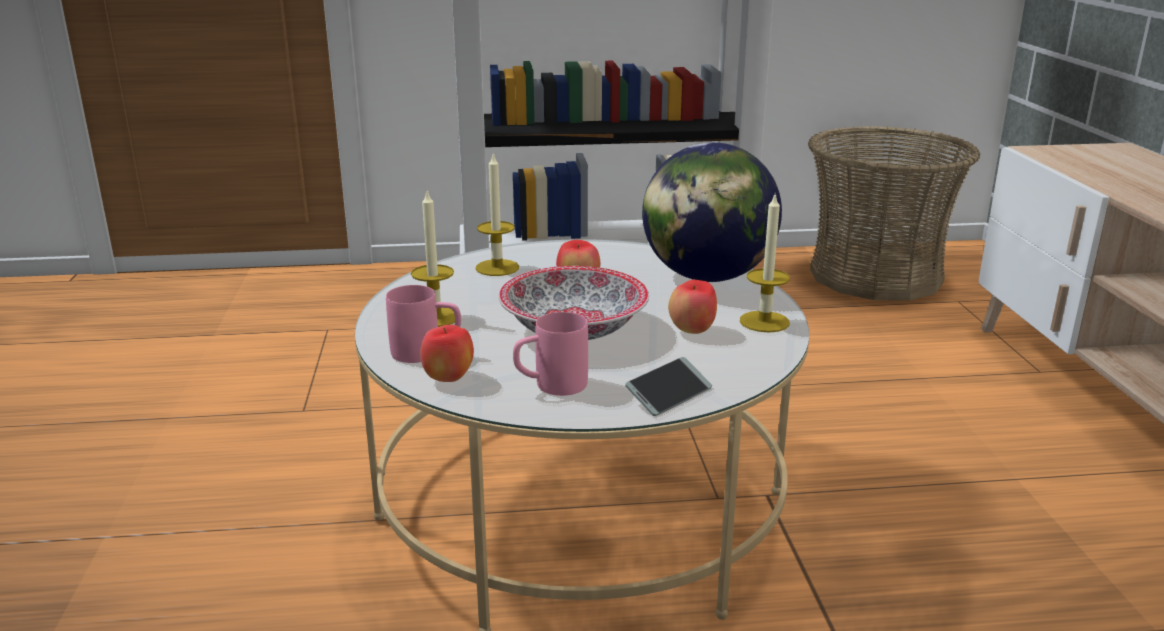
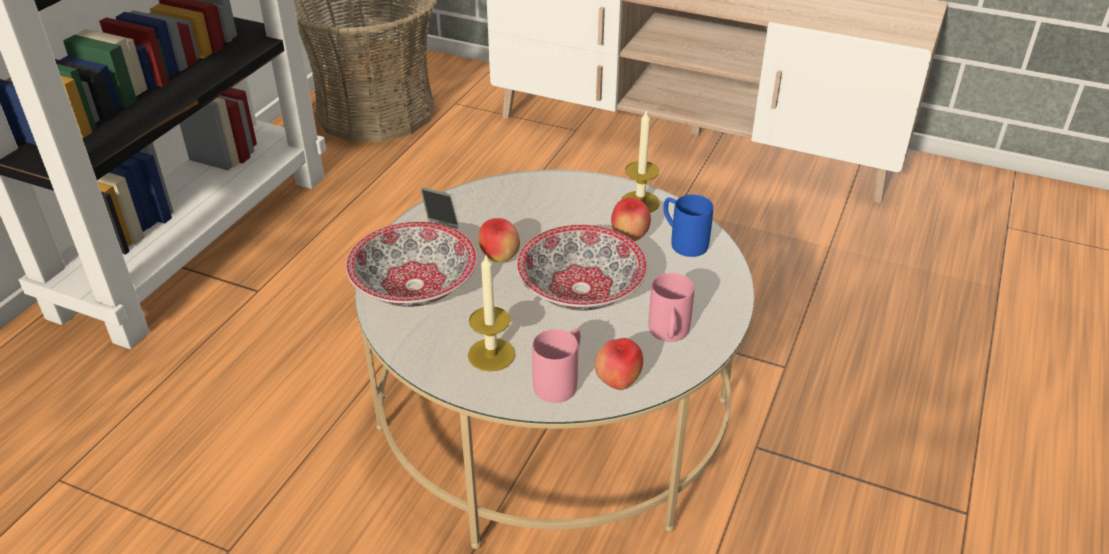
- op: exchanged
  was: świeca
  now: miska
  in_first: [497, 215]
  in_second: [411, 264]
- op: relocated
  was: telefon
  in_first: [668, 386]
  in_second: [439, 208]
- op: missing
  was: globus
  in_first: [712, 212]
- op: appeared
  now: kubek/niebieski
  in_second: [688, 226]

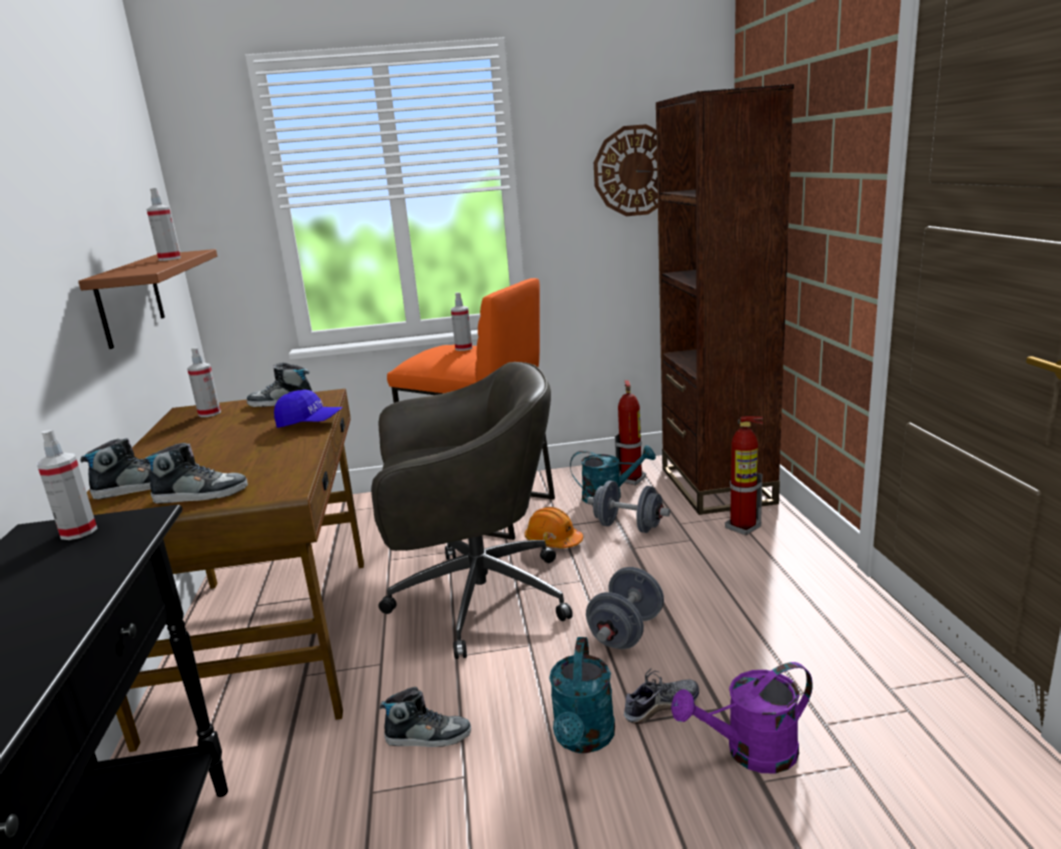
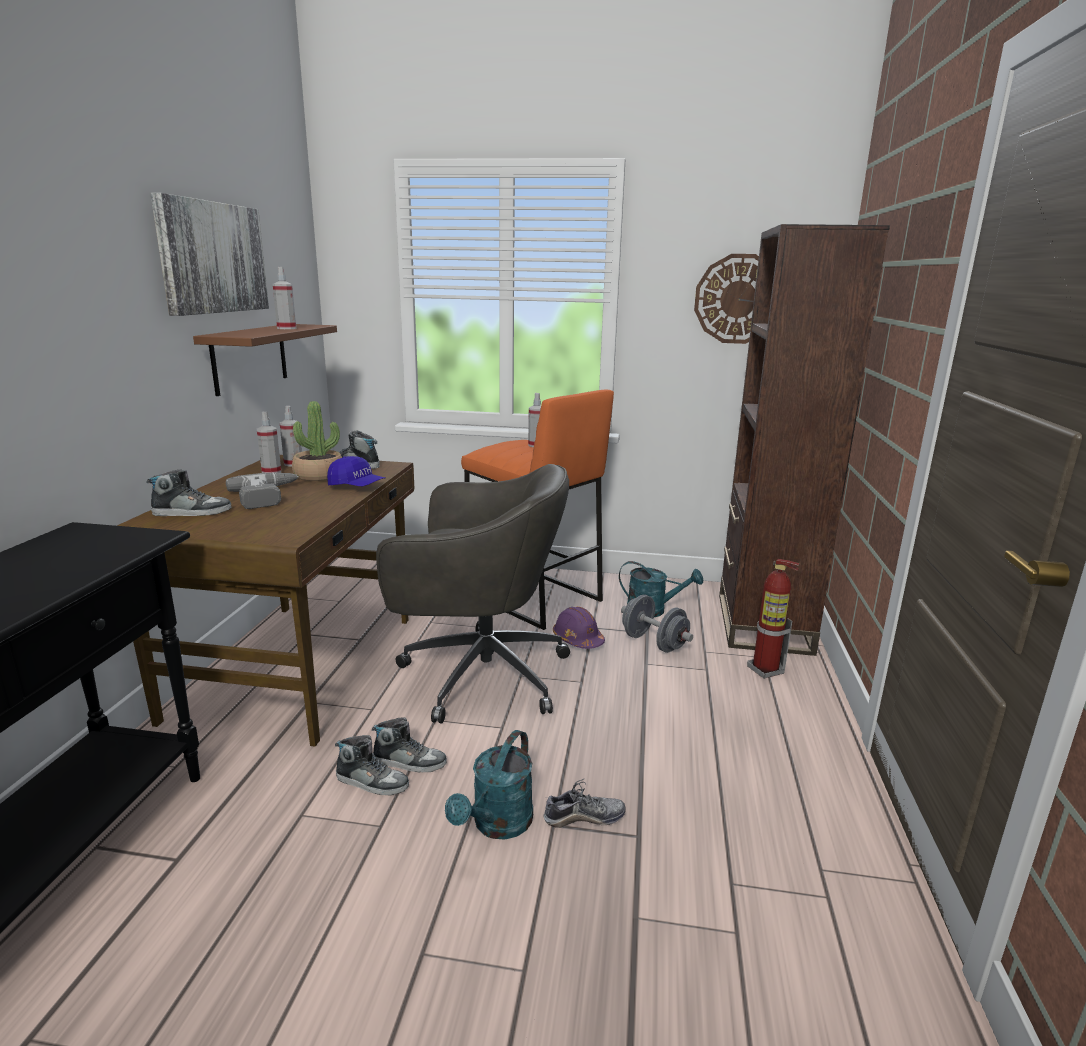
- op: relocated
  was: spryskiwacz
  in_first: [67, 485]
  in_second: [269, 442]
- op: relocated
  was: but
  in_first: [195, 473]
  in_second: [409, 744]
- op: colour
  was: kask/pomarańczowy
  now: kask/fioletowy
  in_first: [554, 527]
  in_second: [579, 628]
- op: missing
  was: hantel/szary
  in_first: [625, 608]
- op: missing
  was: gaśnica
  in_first: [630, 433]
- op: missing
  was: konewka/fioletowy
  in_first: [742, 717]
- op: appeared
  now: obraz
  in_second: [209, 254]
- op: appeared
  now: wiertarka
  in_second: [262, 491]
- op: appeared
  now: roślina doniczkowa
  in_second: [317, 441]

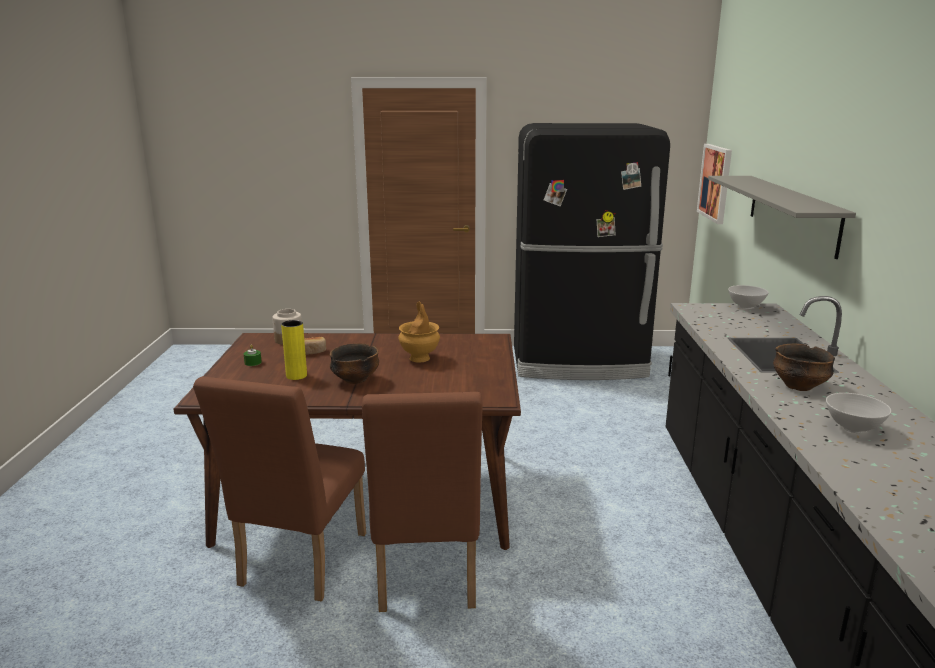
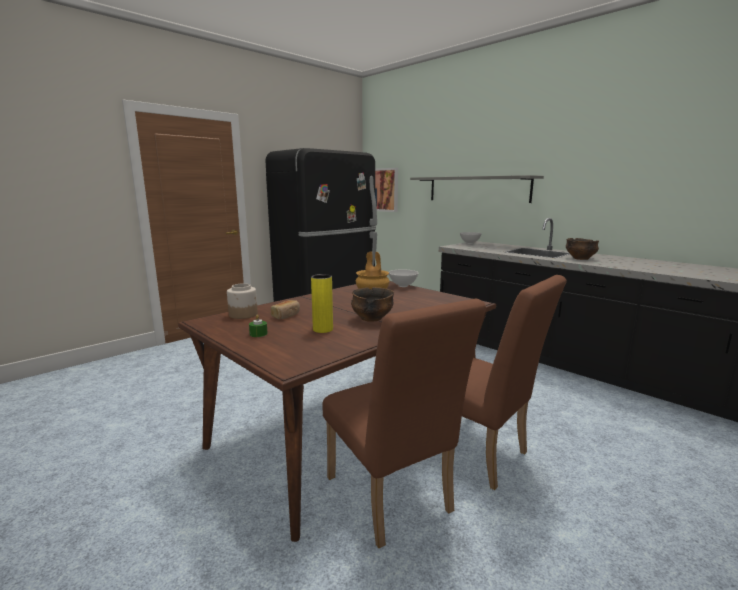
- op: relocated
  was: miska/biały
  in_first: [858, 413]
  in_second: [404, 278]

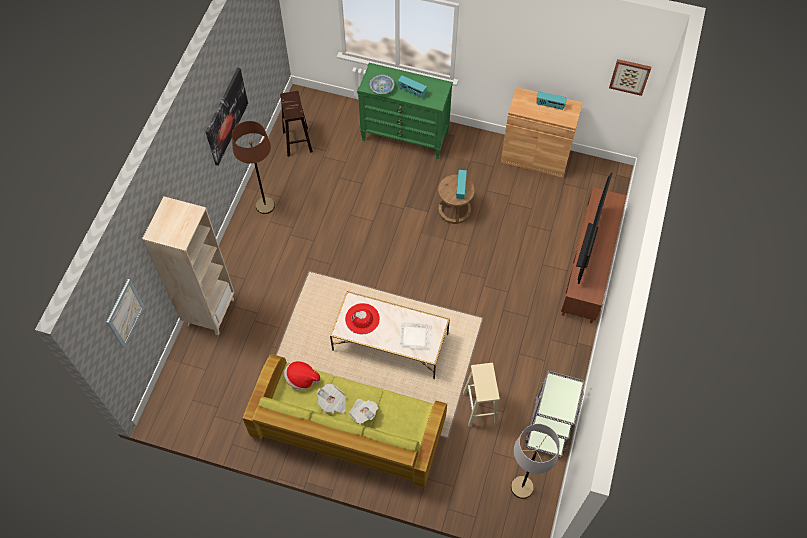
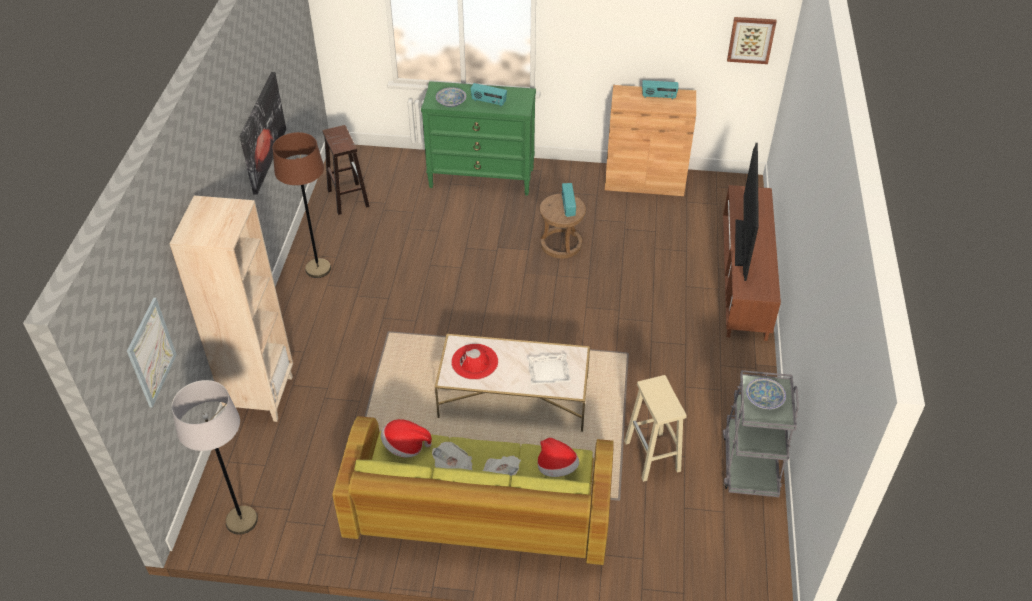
- op: relocated
  was: lampa stojąca/szary
  in_first: [535, 461]
  in_second: [215, 457]
- op: appeared
  now: kapelusz
  in_second: [558, 457]
- op: appeared
  now: miska
  in_second: [766, 393]

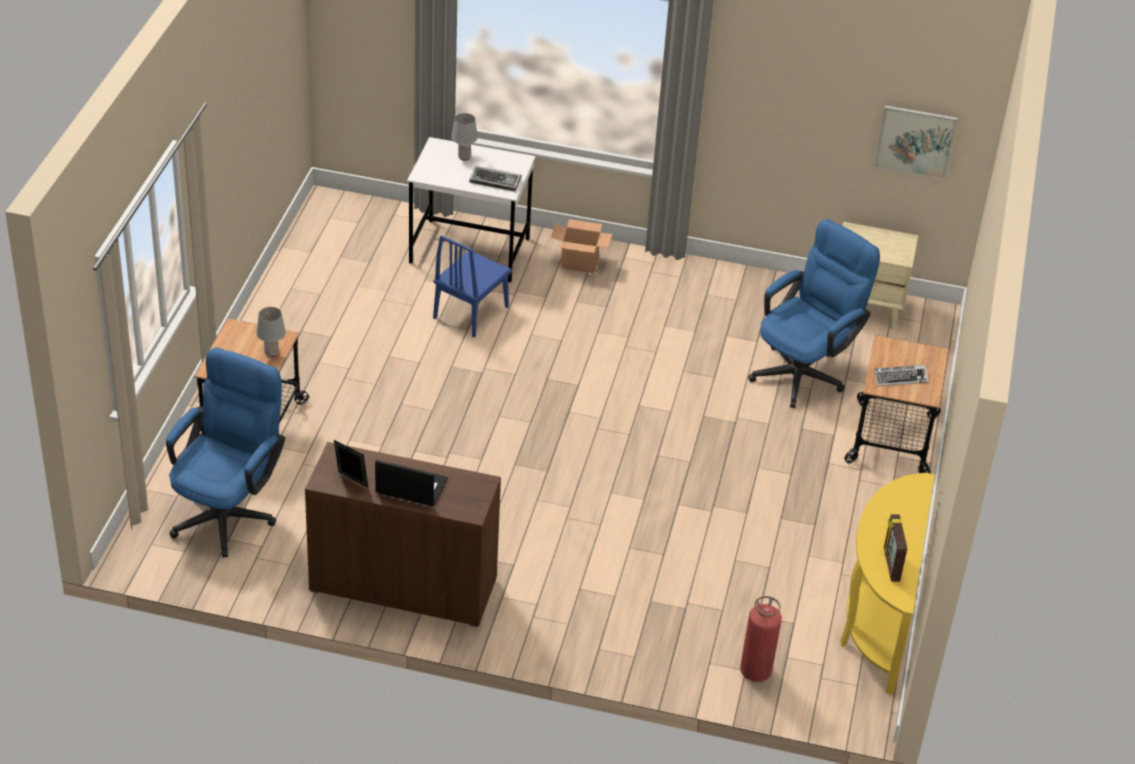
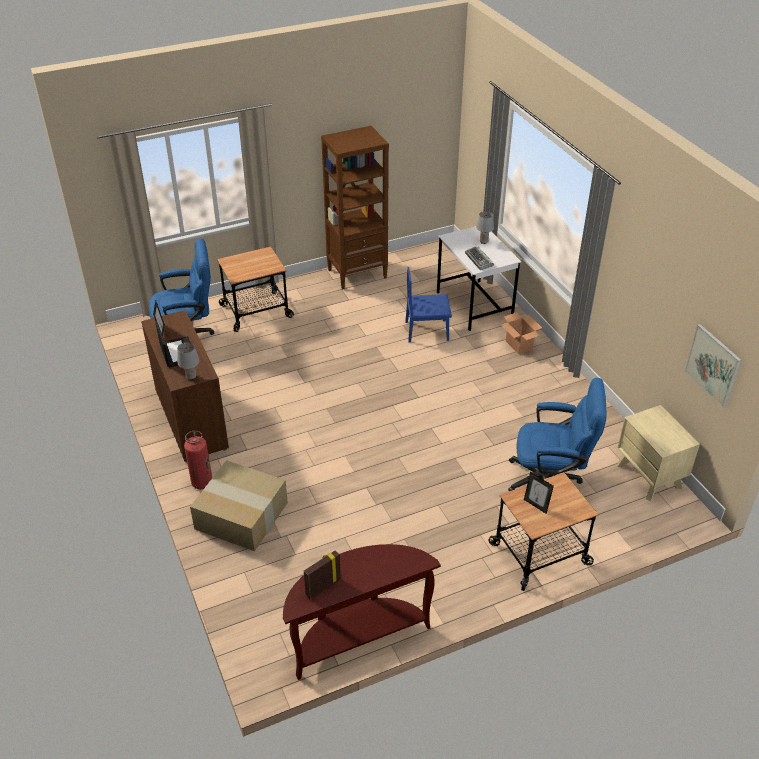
- op: relocated
  was: lampa stołowa/szary
  in_first: [271, 332]
  in_second: [188, 361]
- op: relocated
  was: gaśnica
  in_first: [761, 639]
  in_second: [198, 460]
- op: colour
  was: stolik konsolowy/żółty
  now: stolik konsolowy/brązowy
  in_first: [887, 584]
  in_second: [362, 612]
- op: exchanged
  was: klawiatura
  now: ramka na zdjęcie
  in_first: [901, 375]
  in_second: [539, 493]
- op: appeared
  now: karton
  in_second: [239, 505]
- op: appeared
  now: regał/brązowy
  in_second: [355, 208]

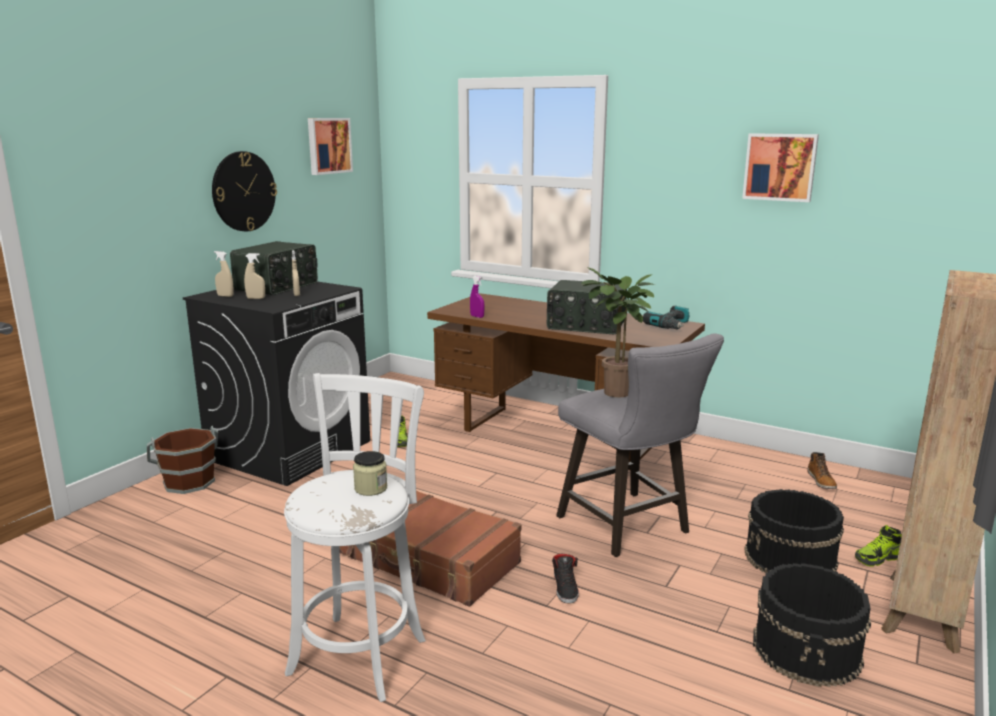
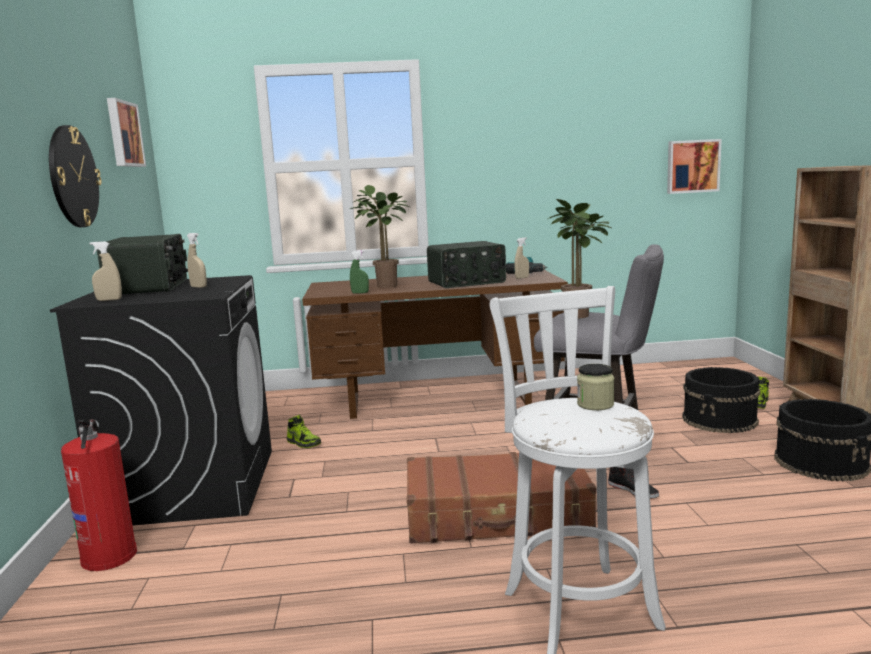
- op: exchanged
  was: wiadro/brązowy
  now: gaśnica
  in_first: [182, 460]
  in_second: [99, 495]
- op: relocated
  was: spryskiwacz/beżowy
  in_first: [254, 276]
  in_second: [521, 258]
- op: colour
  was: spryskiwacz/fioletowy
  now: spryskiwacz/zielony
  in_first: [477, 297]
  in_second: [359, 272]
- op: relocated
  was: obraz
  in_first: [780, 167]
  in_second: [694, 166]
- op: missing
  was: but z cholewką
  in_first: [822, 470]
- op: appeared
  now: roślina doniczkowa
  in_second: [380, 236]

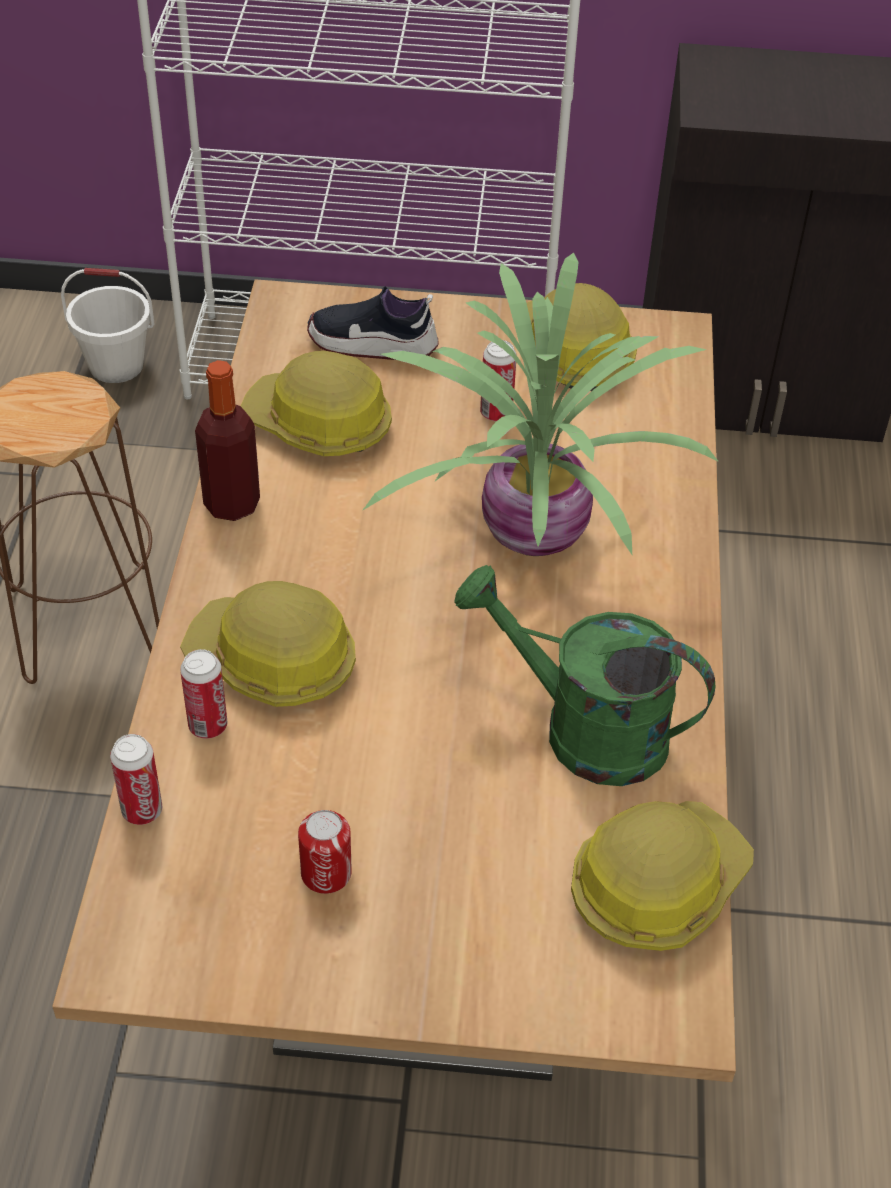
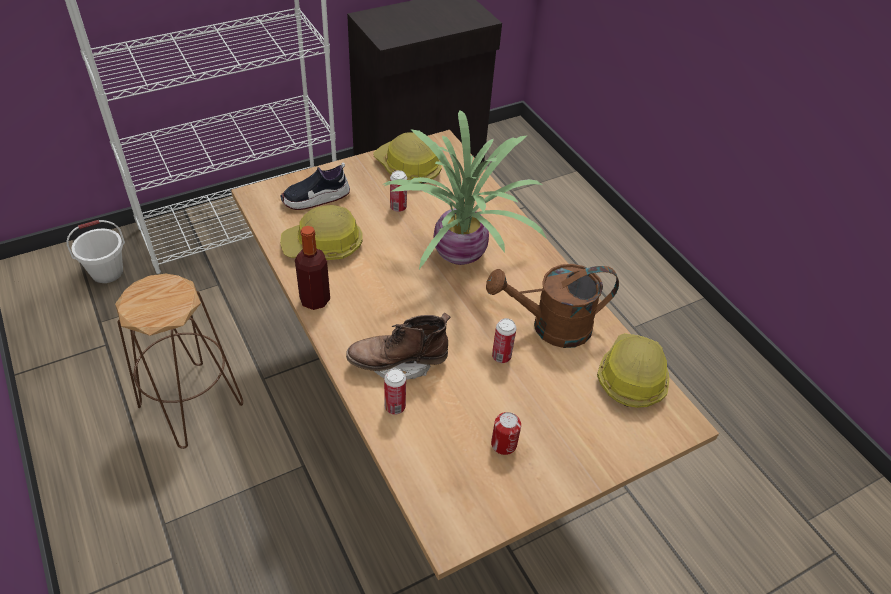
- op: relocated
  was: puszka
  in_first: [136, 779]
  in_second: [504, 340]
- op: exchanged
  was: kask
  now: but z cholewką/brązowy
  in_first: [268, 644]
  in_second: [398, 346]
- op: colour
  was: konewka/zielony
  now: konewka/brązowy
  in_first: [584, 675]
  in_second: [552, 306]

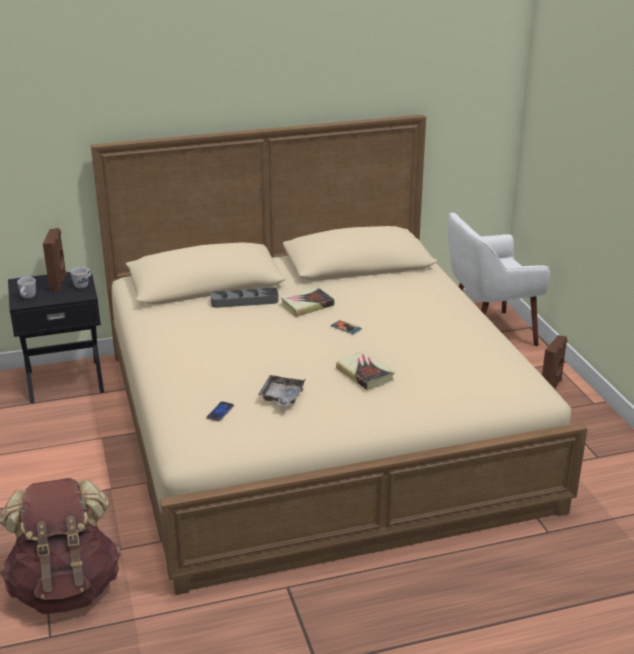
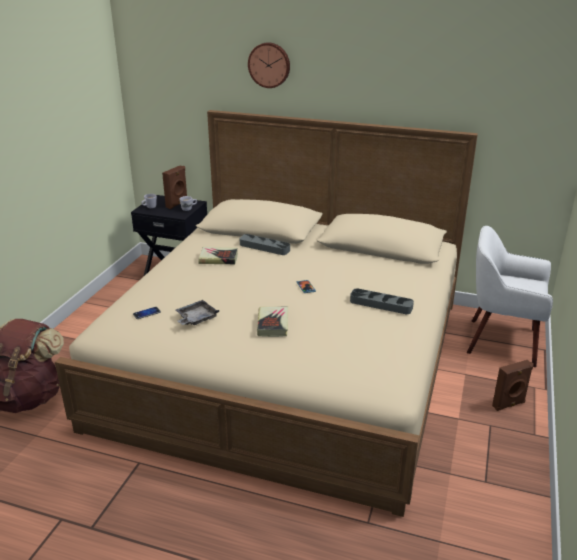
- op: relocated
  was: książka
  in_first: [307, 302]
  in_second: [218, 255]
- op: appeared
  now: zegar ścienny
  in_second: [269, 65]
- op: appeared
  now: taca/szary
  in_second: [382, 301]

